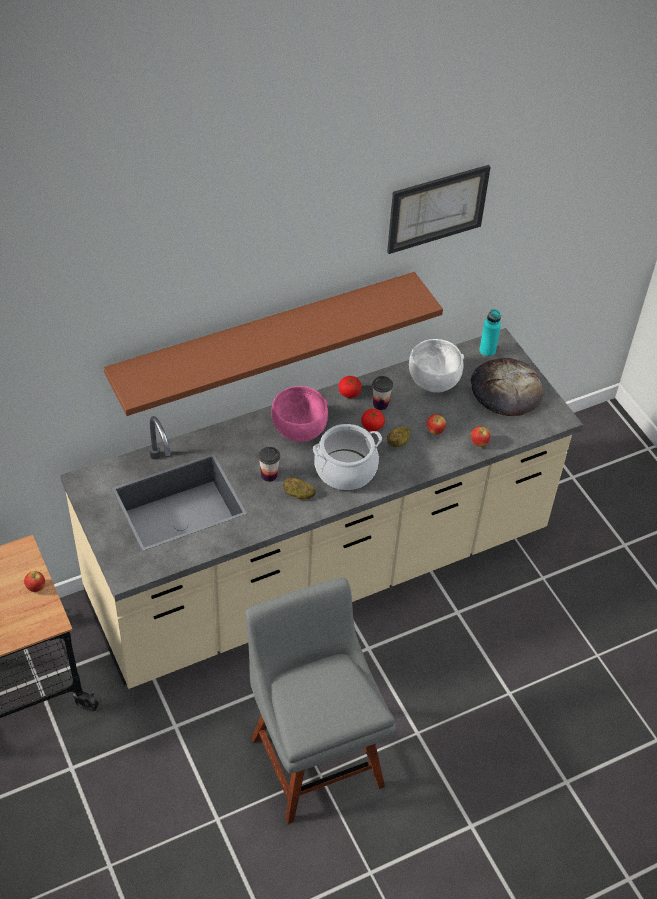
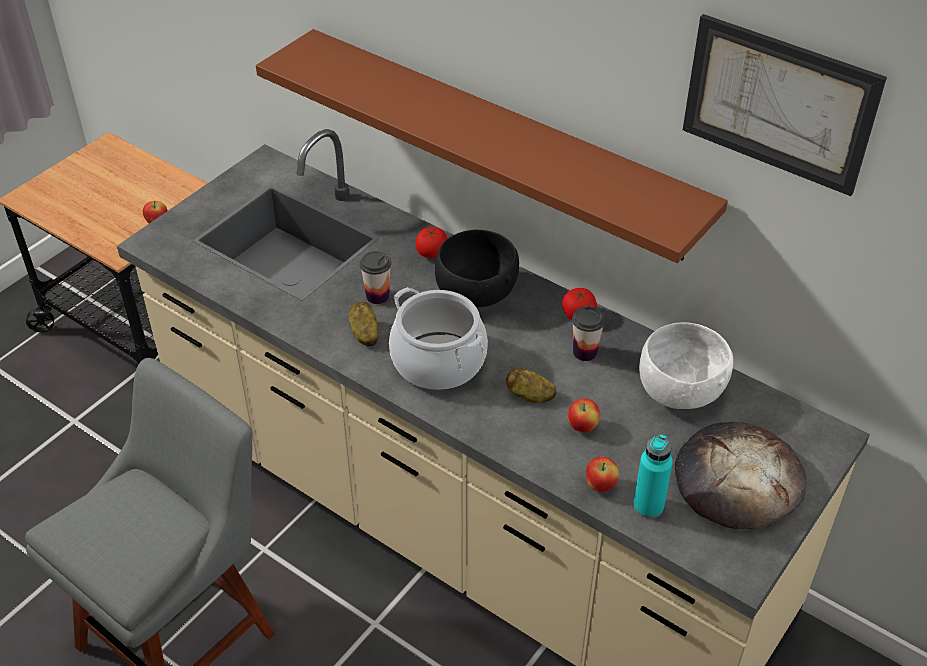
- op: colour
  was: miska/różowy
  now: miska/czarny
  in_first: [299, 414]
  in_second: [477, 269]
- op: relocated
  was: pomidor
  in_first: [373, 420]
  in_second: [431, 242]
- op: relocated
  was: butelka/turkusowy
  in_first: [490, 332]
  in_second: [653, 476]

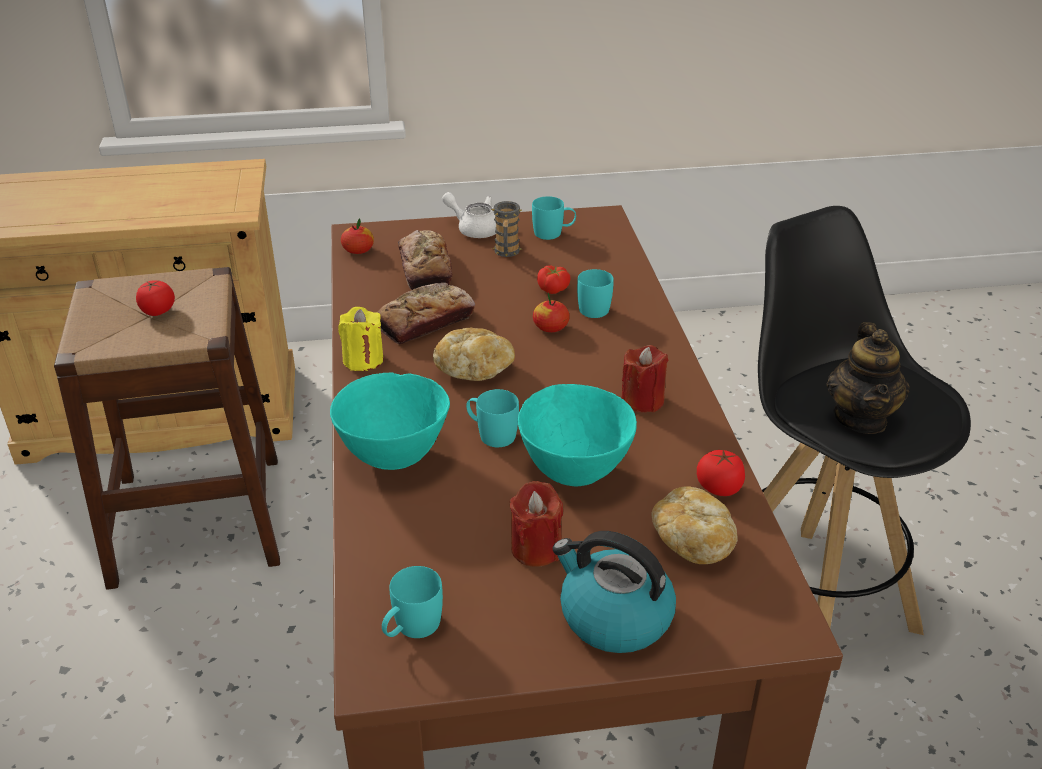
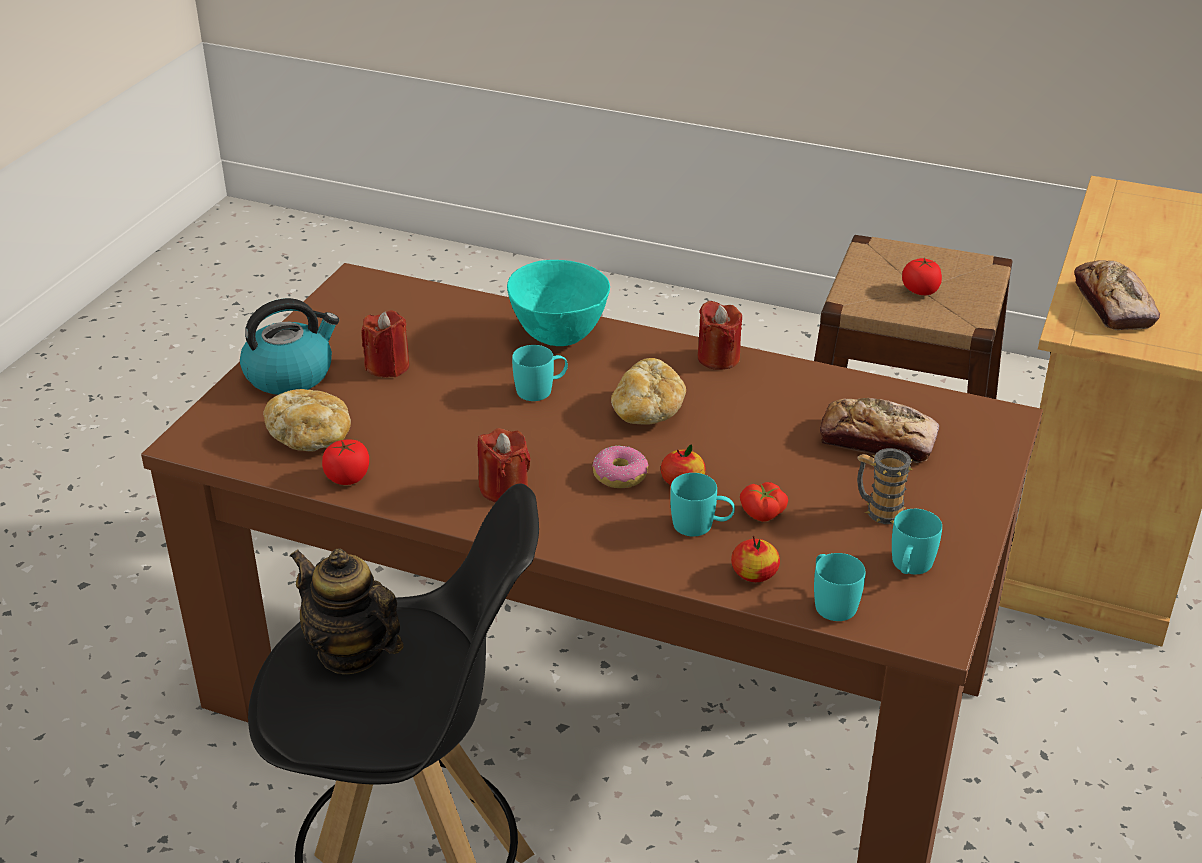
- op: colour
  was: świeca/żółty
  now: świeca/czerwony
  in_first: [361, 339]
  in_second: [720, 335]
- op: relocated
  was: jabłko
  in_first: [357, 236]
  in_second: [755, 558]
- op: relocated
  was: chleb
  in_first: [426, 314]
  in_second: [1117, 295]
- op: relocated
  was: kubek/turkusowy
  in_first: [412, 602]
  in_second: [839, 587]
- op: missing
  was: imbryk/biały
  in_first: [469, 215]
- op: missing
  was: miska/turkusowy
  in_first: [577, 435]
- op: appeared
  now: donut
  in_second: [620, 466]

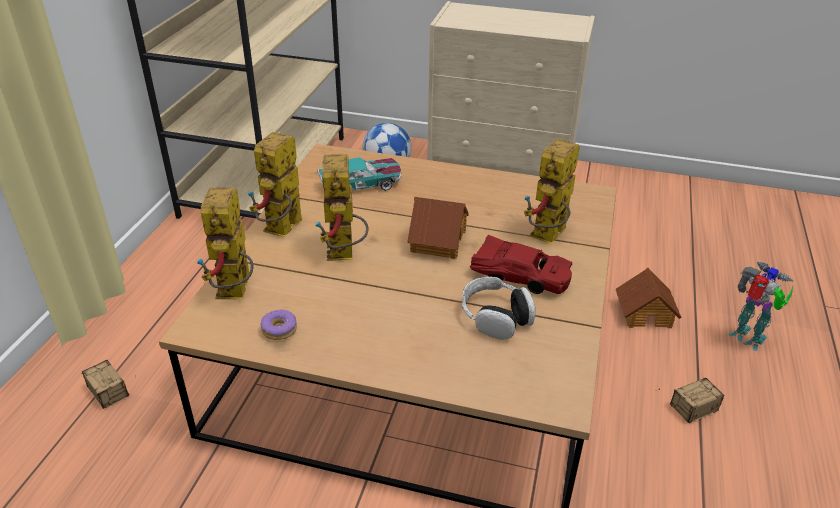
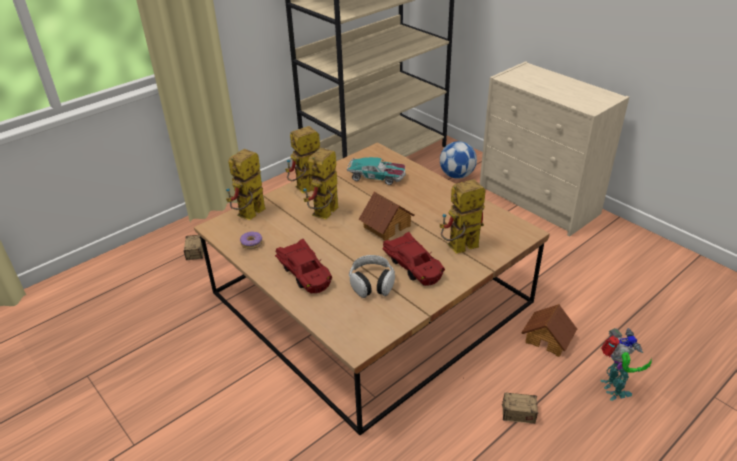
- op: appeared
  now: samochodzik/czerwony
  in_second: [304, 266]

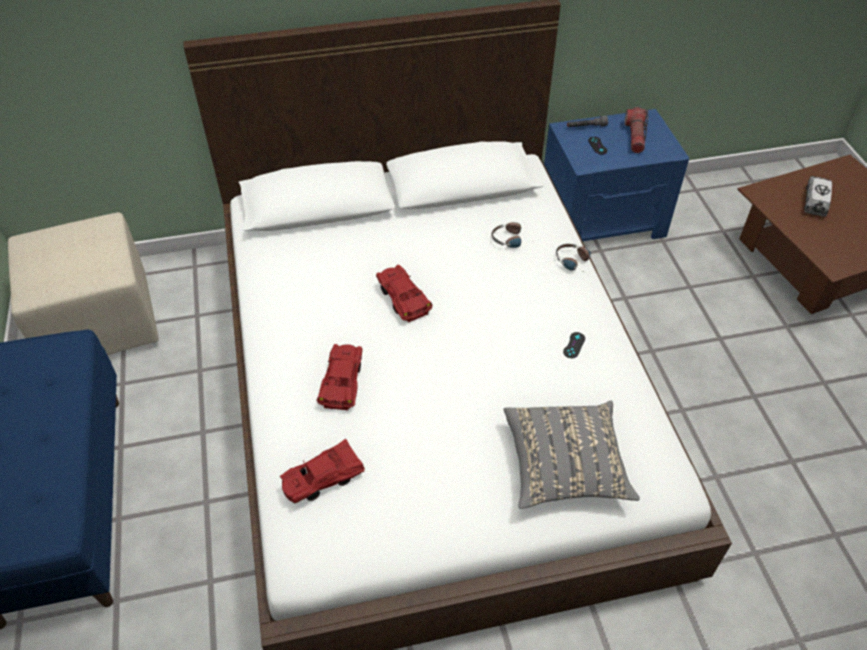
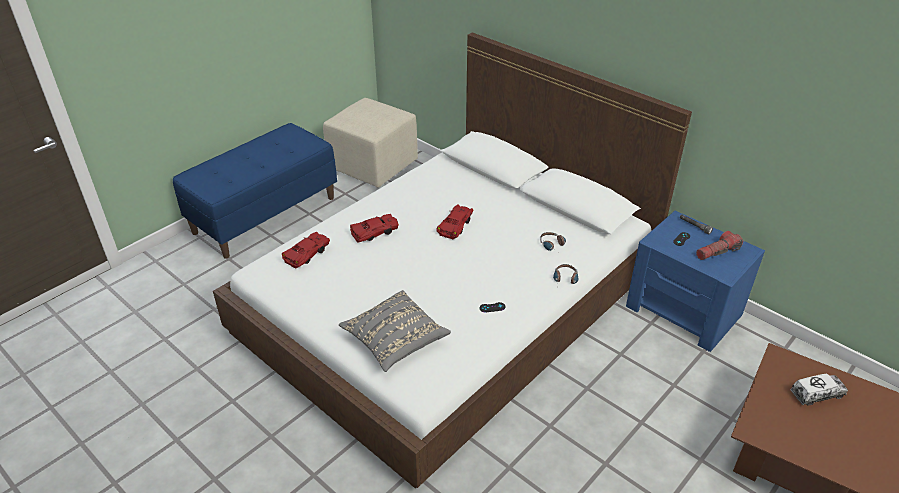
- op: spun
  was: samochodzik/czerwony
  in_first: [322, 470]
  in_second: [306, 250]
  clockwise: 105

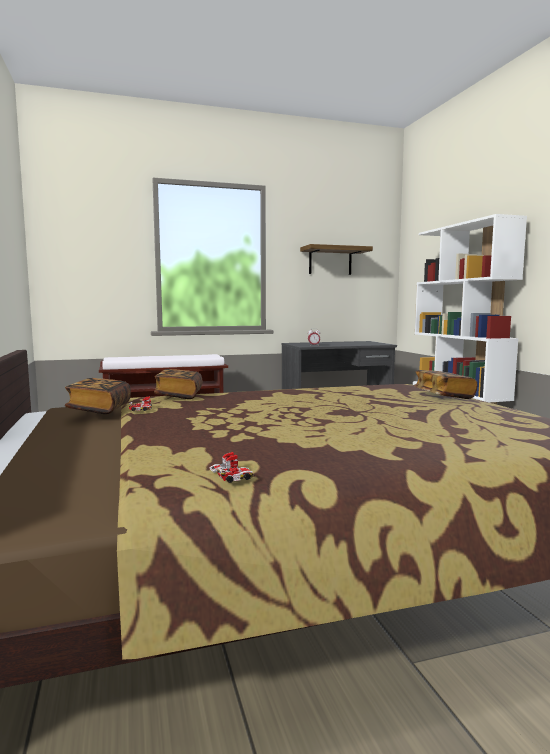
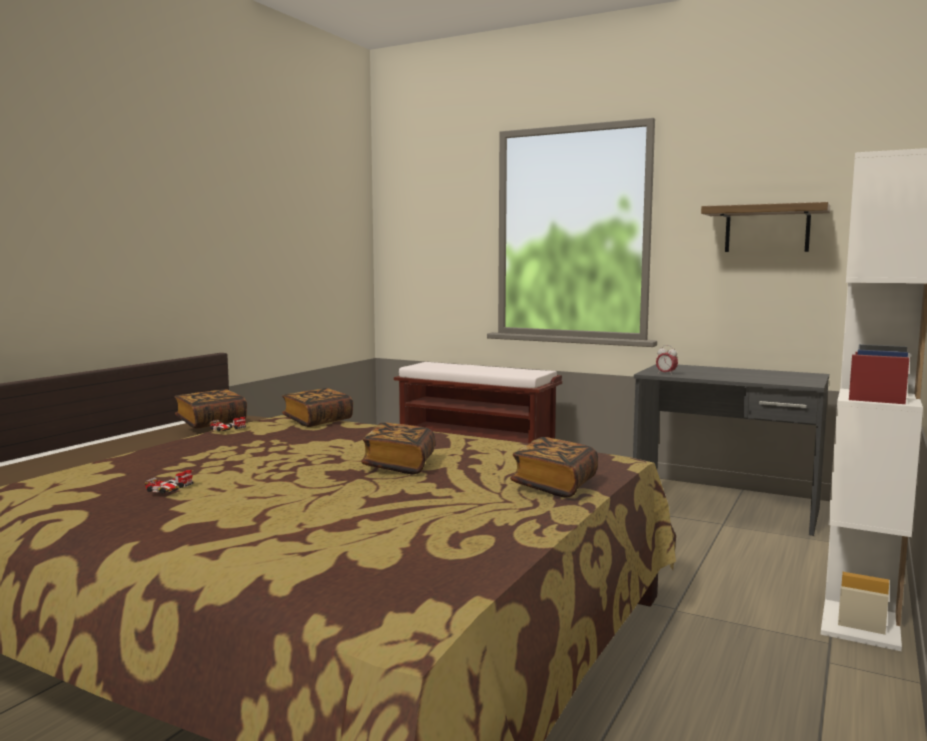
- op: relocated
  was: samochodzik
  in_first: [232, 467]
  in_second: [169, 482]
- op: appeared
  now: książka
  in_second: [398, 448]

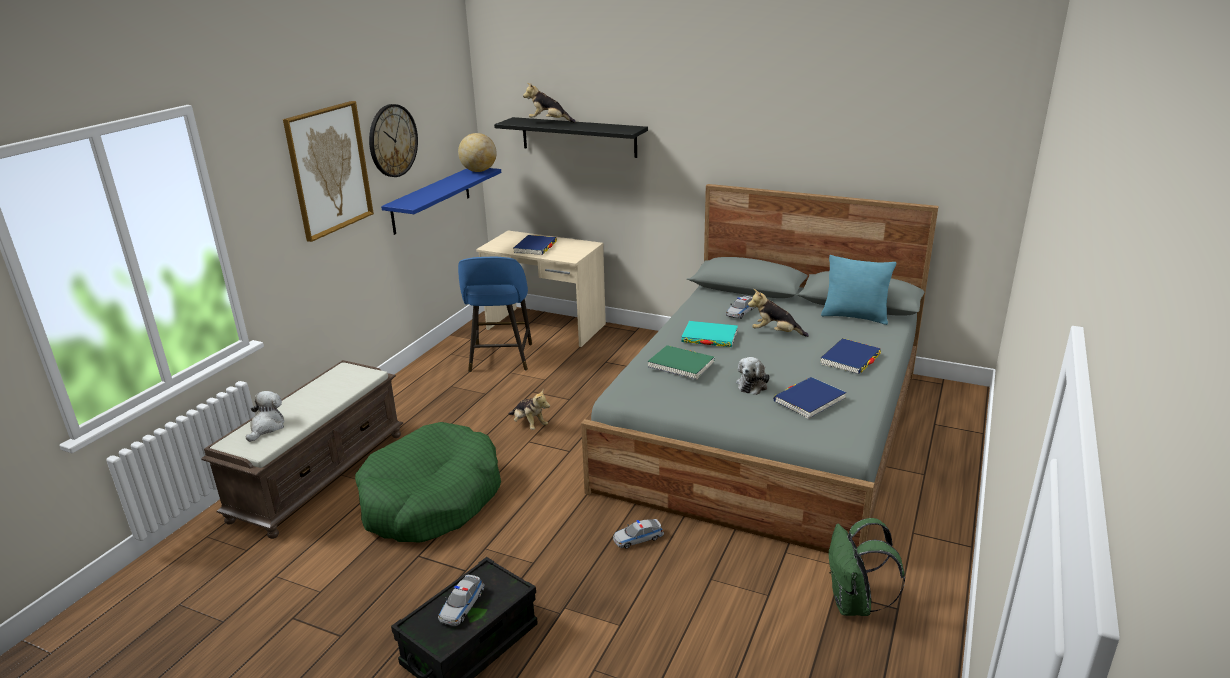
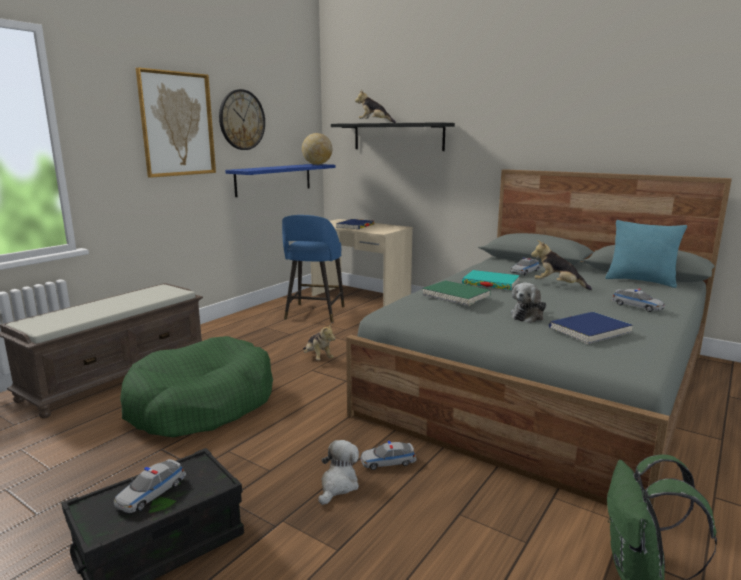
- op: relocated
  was: pluszak
  in_first: [265, 416]
  in_second: [338, 472]
- op: exchanged
  was: książka/niebieski
  now: samochodzik
  in_first: [851, 356]
  in_second: [638, 300]

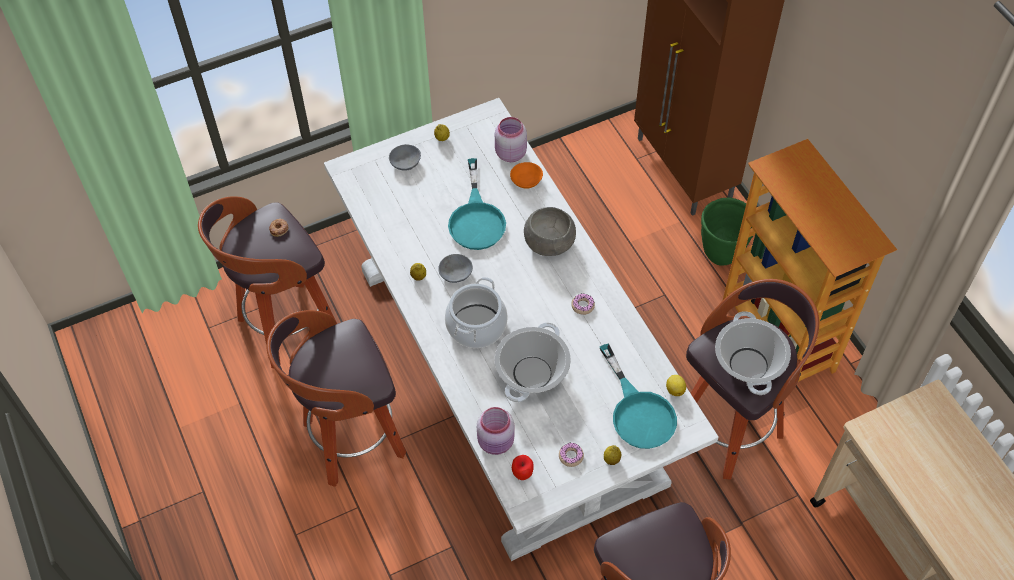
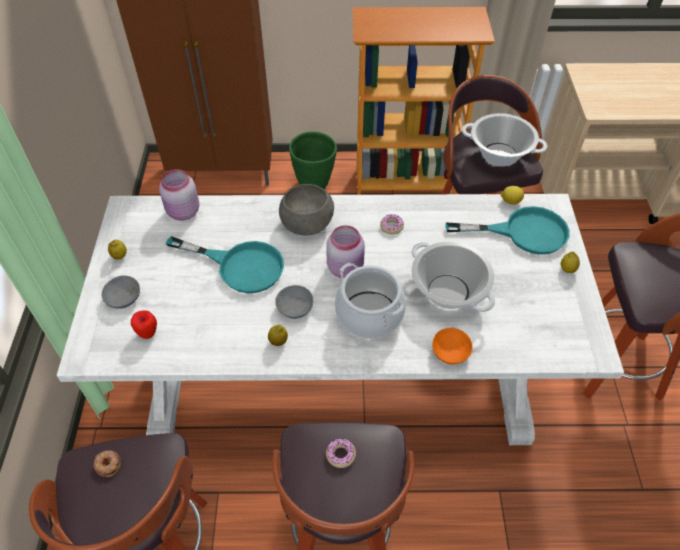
- op: relocated
  was: słoik/różowy
  in_first: [495, 431]
  in_second: [345, 251]
- op: relocated
  was: miska/pomarańczowy
  in_first: [526, 175]
  in_second: [452, 346]
- op: relocated
  was: jabłko
  in_first: [523, 467]
  in_second: [144, 324]
- op: relocated
  was: donut
  in_first: [571, 455]
  in_second: [341, 453]

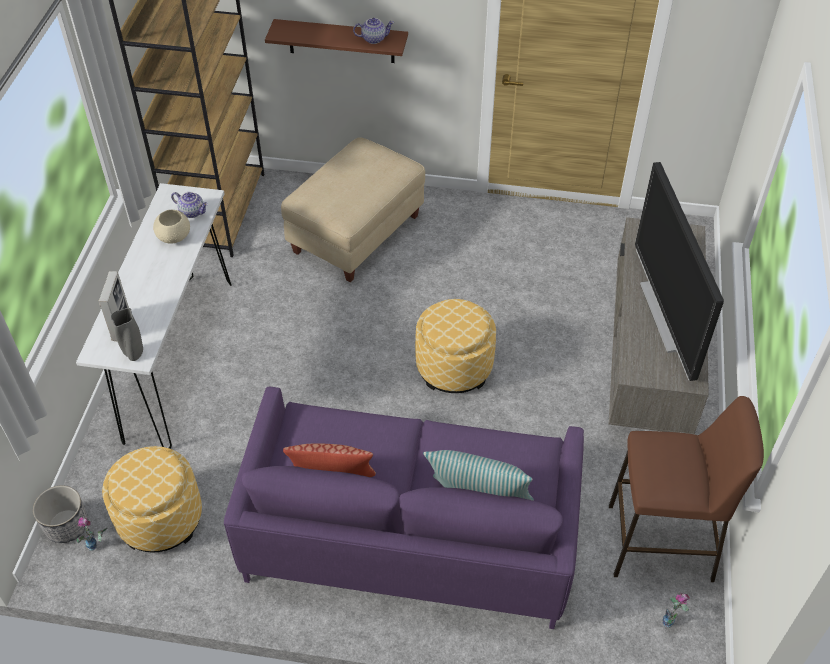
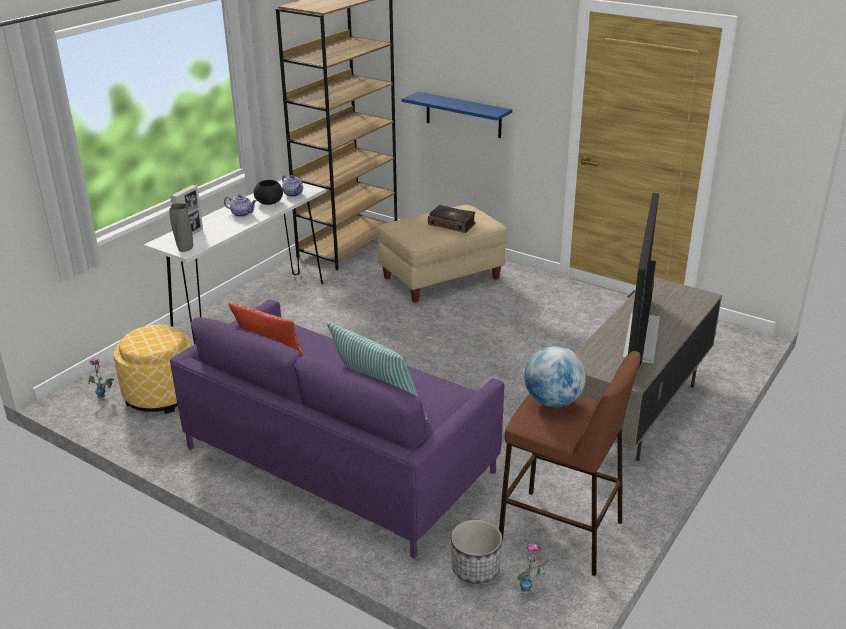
- op: relocated
  was: donica
  in_first: [60, 514]
  in_second: [476, 552]
- op: colour
  was: miska/beżowy
  now: miska/czarny
  in_first: [171, 227]
  in_second: [268, 192]
- op: colour
  was: półka/brązowy
  now: półka/niebieski
  in_first: [336, 41]
  in_second: [457, 115]
- op: relocated
  was: imbryk
  in_first: [373, 31]
  in_second: [240, 205]
- op: missing
  was: pufa
  in_first: [455, 346]
- op: appeared
  now: książka
  in_second: [452, 219]
- op: appeared
  now: globus
  in_second: [555, 376]

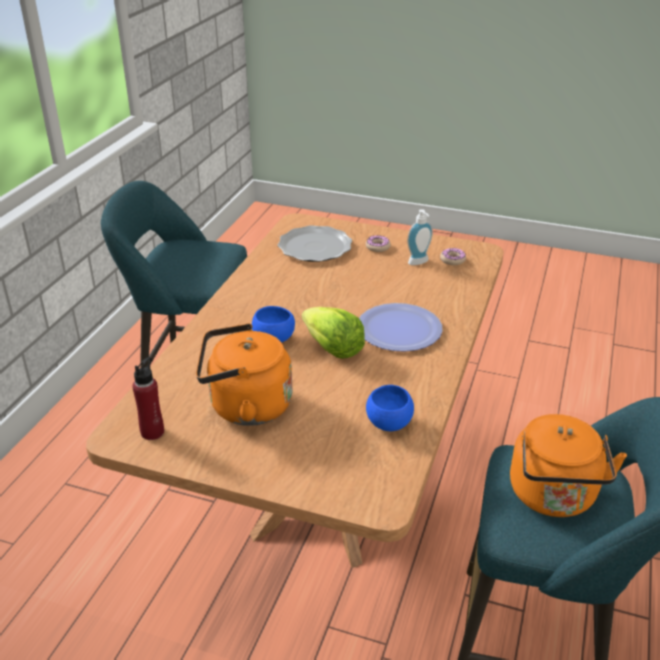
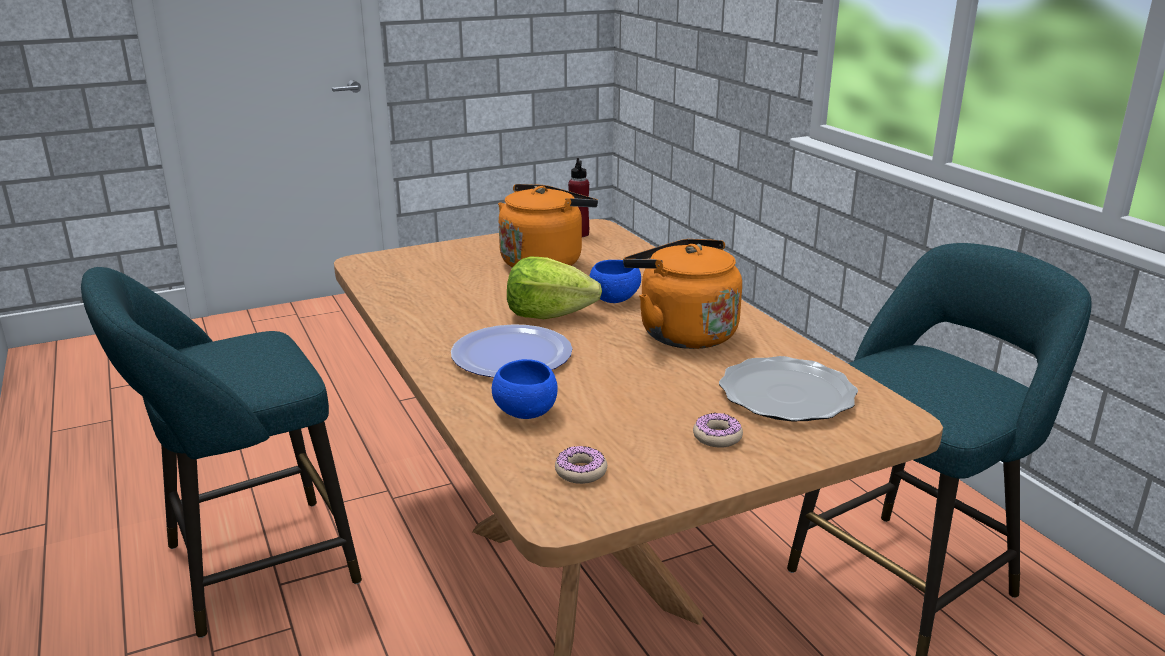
- op: relocated
  was: miska/niebieski
  in_first: [390, 408]
  in_second: [525, 389]
- op: missing
  was: dozownik mydła
  in_first: [420, 237]
- op: relocated
  was: czajnik/pomarańczowy
  in_first: [568, 465]
  in_second: [682, 294]

